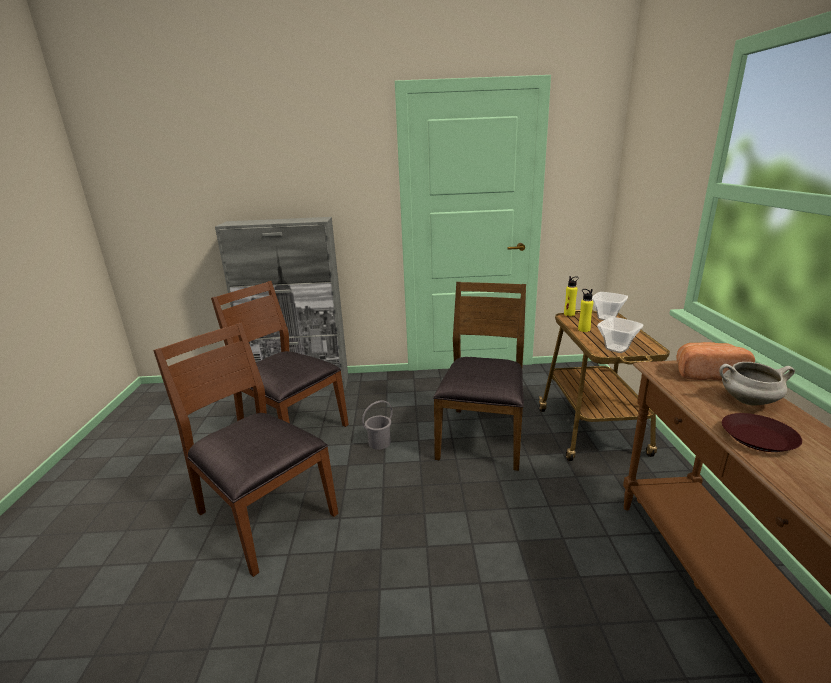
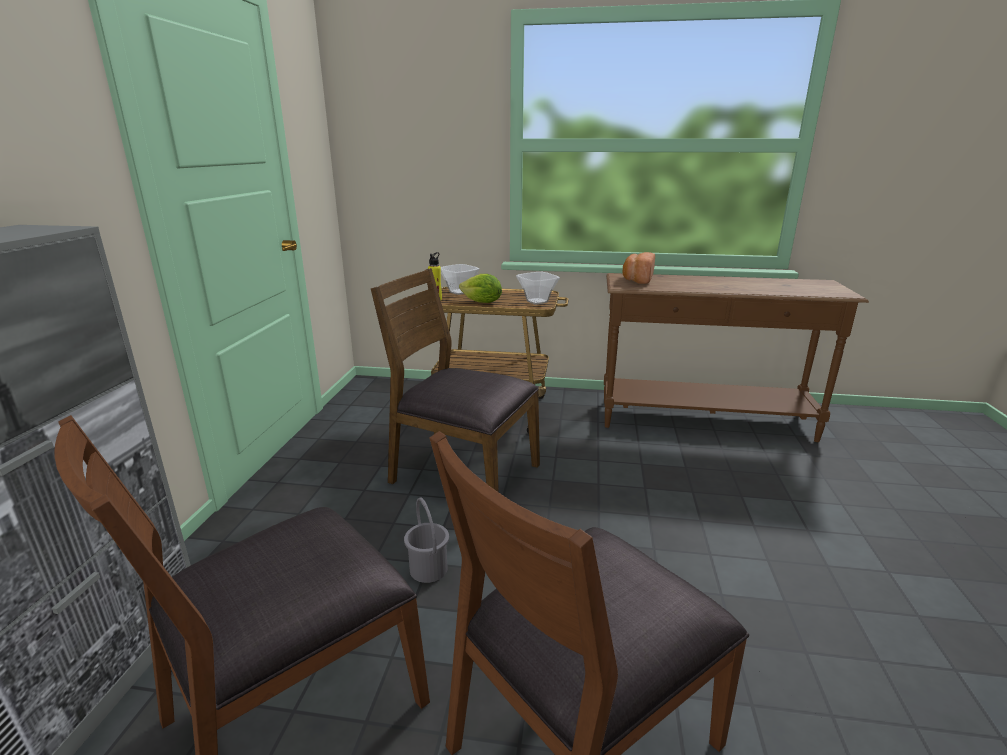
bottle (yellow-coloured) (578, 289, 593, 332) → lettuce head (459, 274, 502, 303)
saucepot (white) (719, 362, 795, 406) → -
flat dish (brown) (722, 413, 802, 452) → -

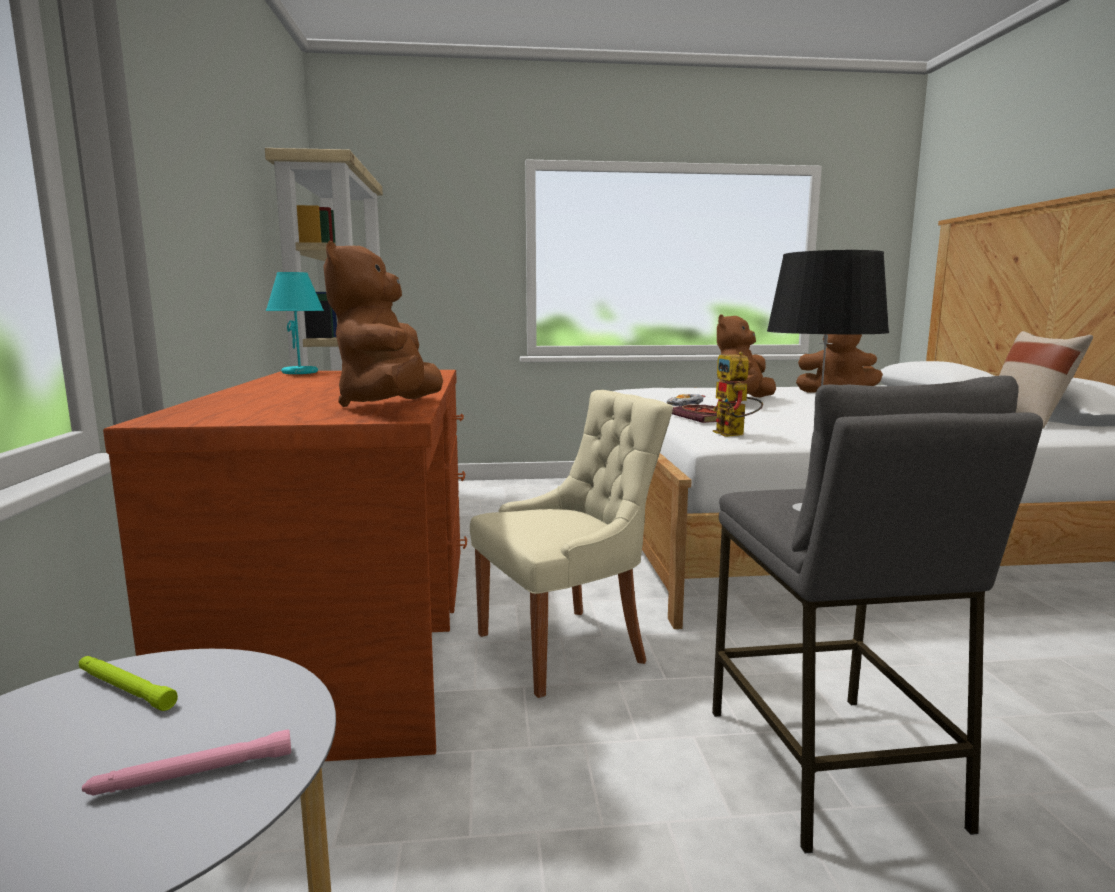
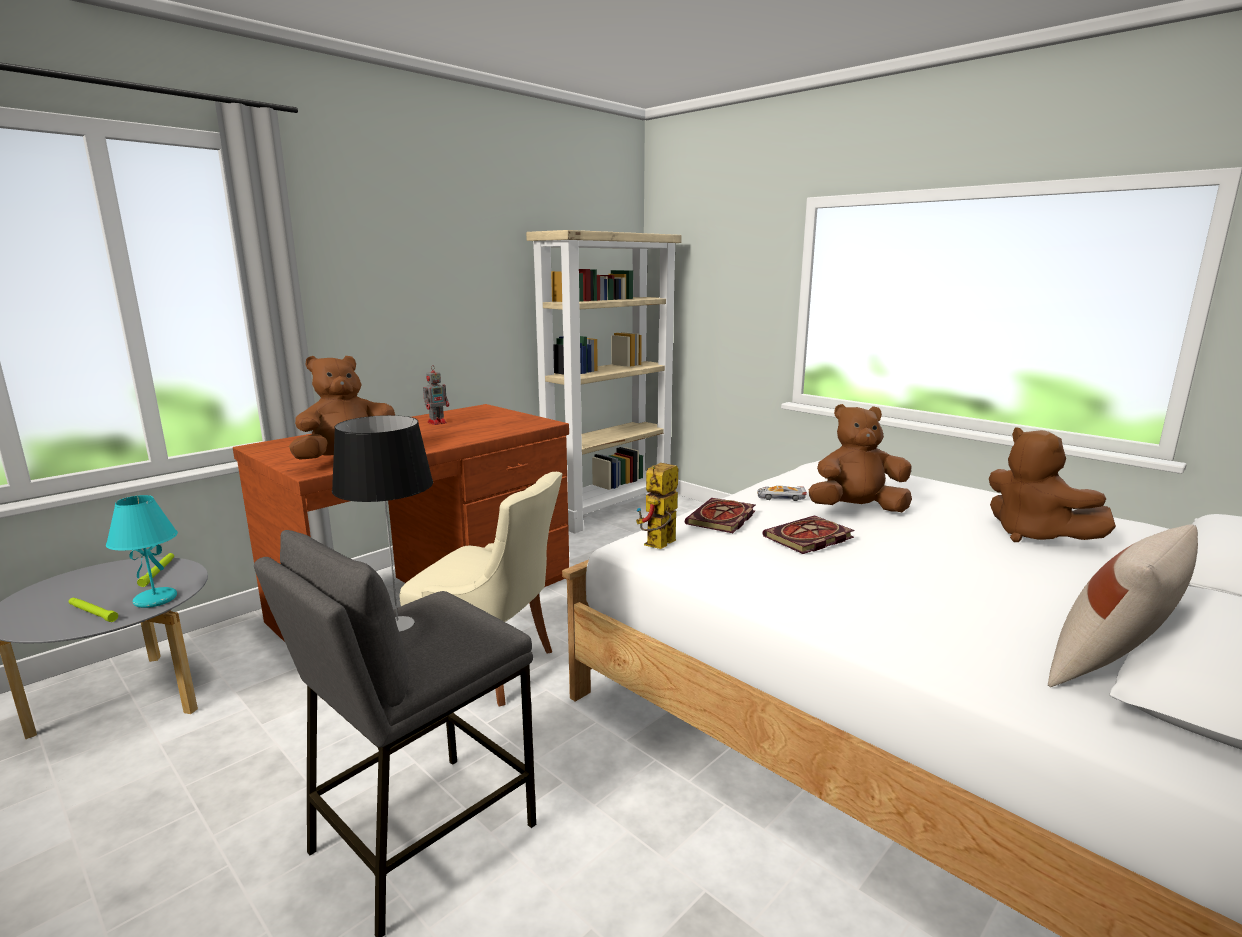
hand torch (pinkish) (82, 729, 291, 795) → hand torch (greenish) (69, 598, 118, 622)
tabletop lamp (blue-green) (266, 272, 324, 374) → tabletop lamp (blue-green) (106, 495, 178, 608), shifted
- → toy robot (423, 365, 449, 425)
- → bound book (763, 515, 855, 554)

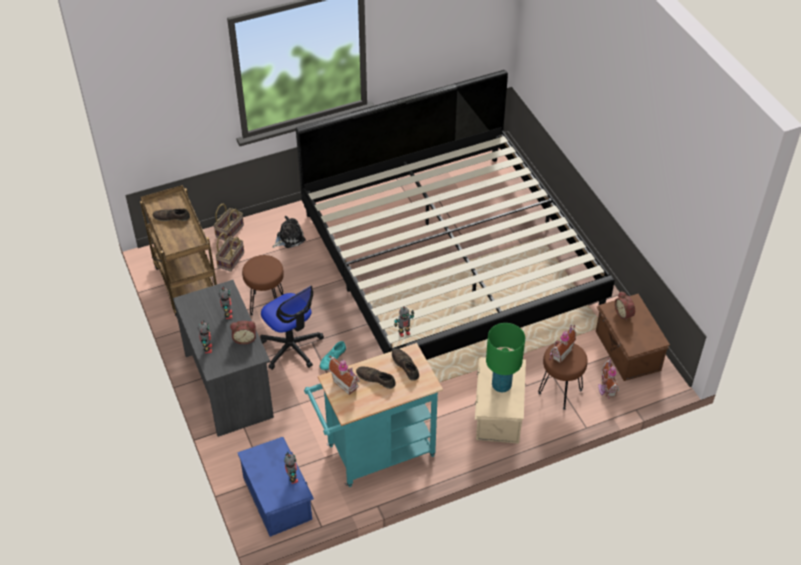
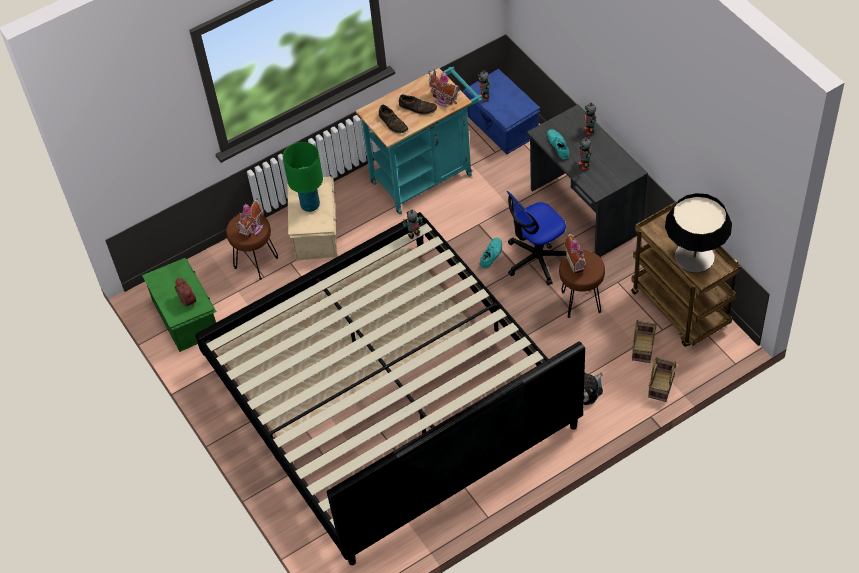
low shoe (brown) (153, 209, 190, 221) → tabletop lamp (665, 193, 732, 273)
table clock (230, 321, 256, 344) → low shoe (blue-green) (547, 129, 569, 159)
office chair (260, 286, 324, 370) → office chair (507, 191, 566, 285), 75 degrees counterclockwise
storage container (brown) (596, 294, 670, 381) → storage container (greenish) (142, 258, 216, 352)
toy house (598, 358, 619, 399) → toy house (564, 232, 586, 274), shifted

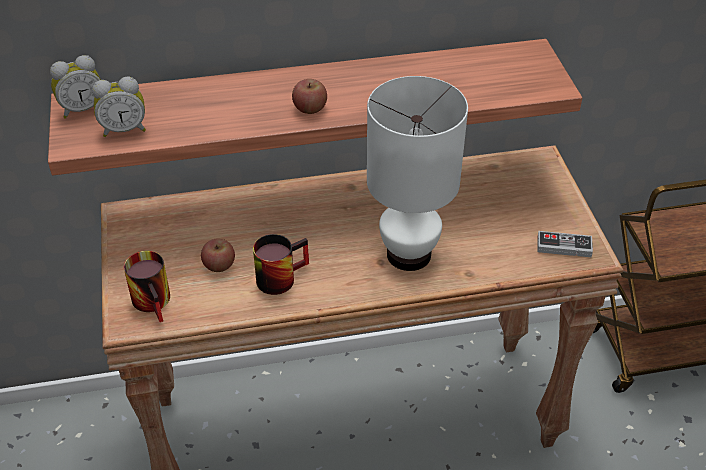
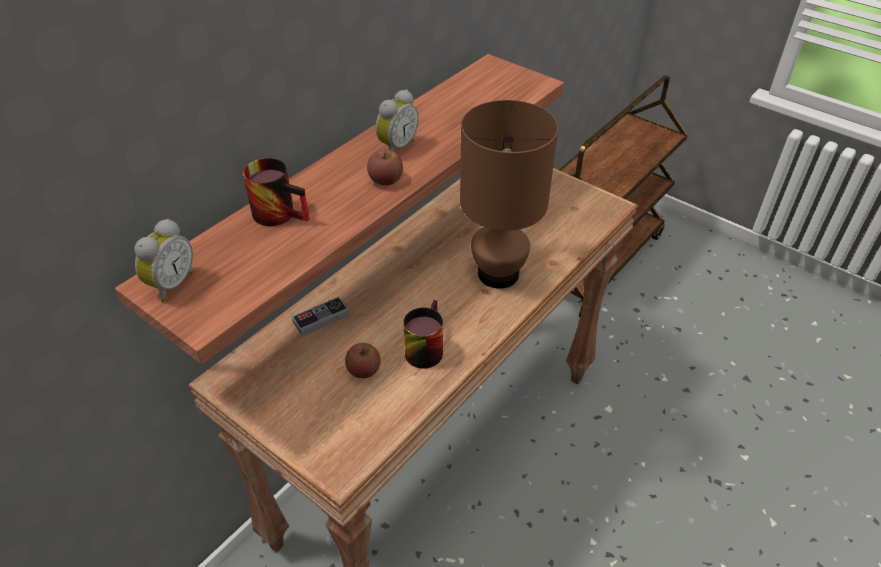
table clock (92, 77, 146, 137) → table clock (376, 89, 419, 151), shifted
tea mug (124, 251, 170, 322) → tea mug (243, 158, 310, 226), shifted
tabletop lamp (white) (367, 76, 468, 271) → tabletop lamp (brown) (460, 100, 558, 289)
joypad (538, 231, 593, 257) → joypad (291, 296, 350, 336), shifted

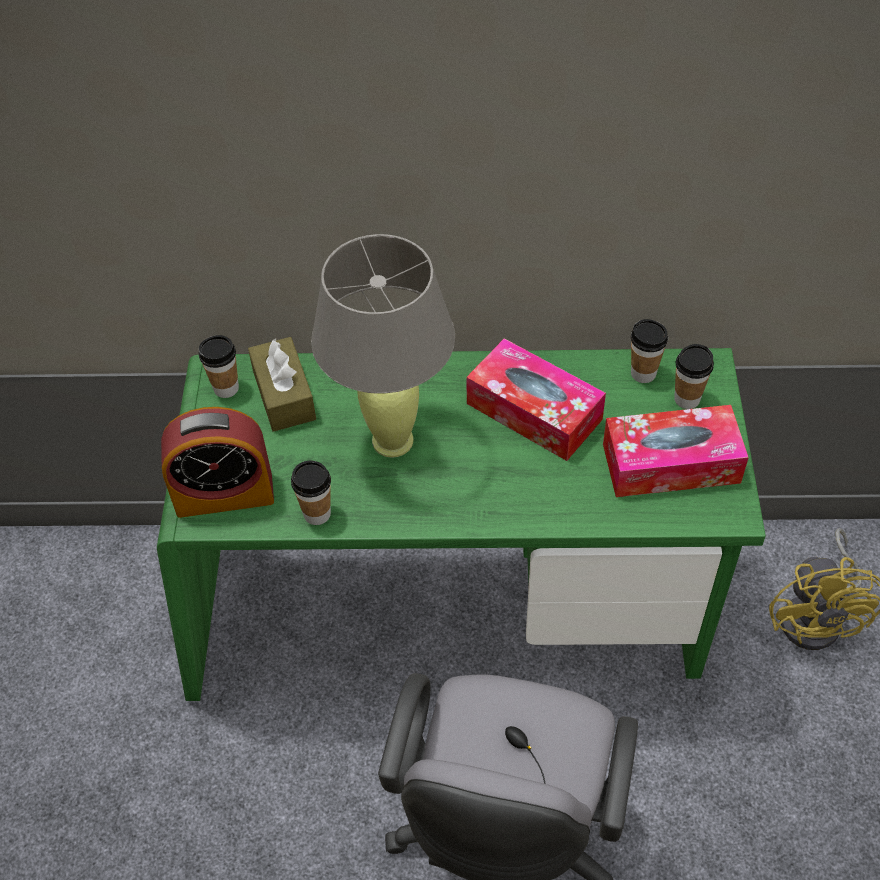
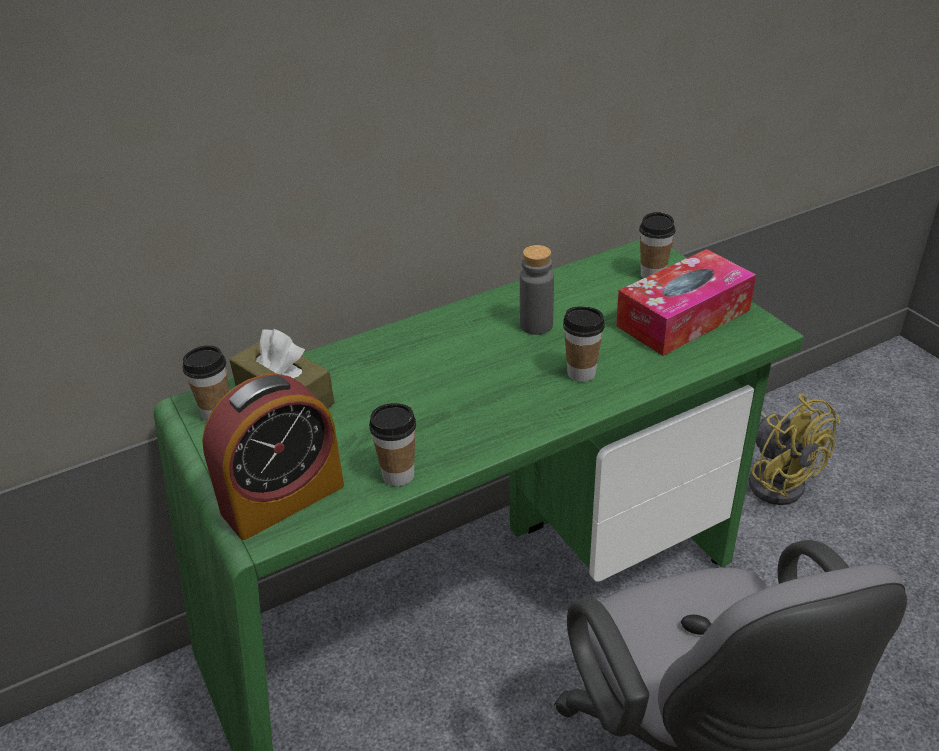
tabletop lamp (grey) (311, 234, 455, 458) → -
box of tissues (466, 338, 606, 461) → bottle (grey) (520, 245, 554, 335)
small cup (631, 319, 668, 383) → small cup (563, 306, 605, 382), shifted

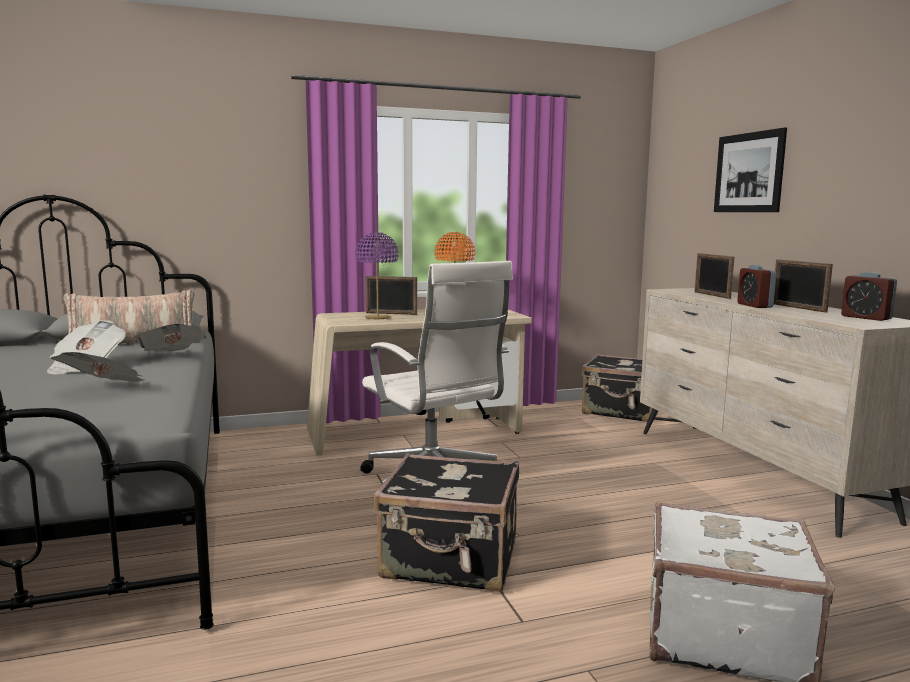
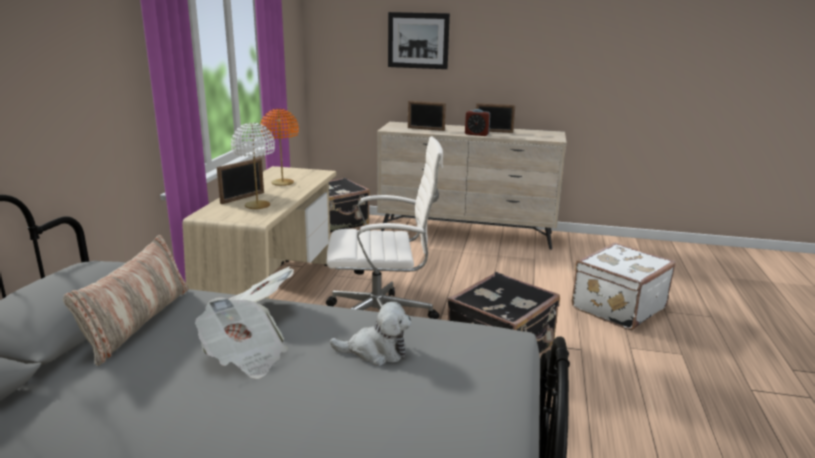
newspaper (51, 352, 144, 381) → cuddly toy (330, 302, 412, 366)
tabletop lamp (purple) (355, 232, 399, 319) → tabletop lamp (white) (231, 122, 275, 209)
table clock (841, 272, 897, 321) → -

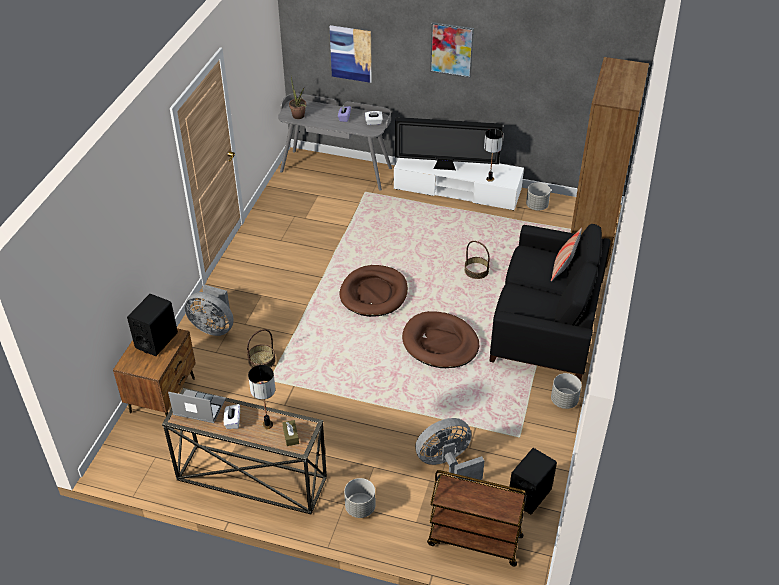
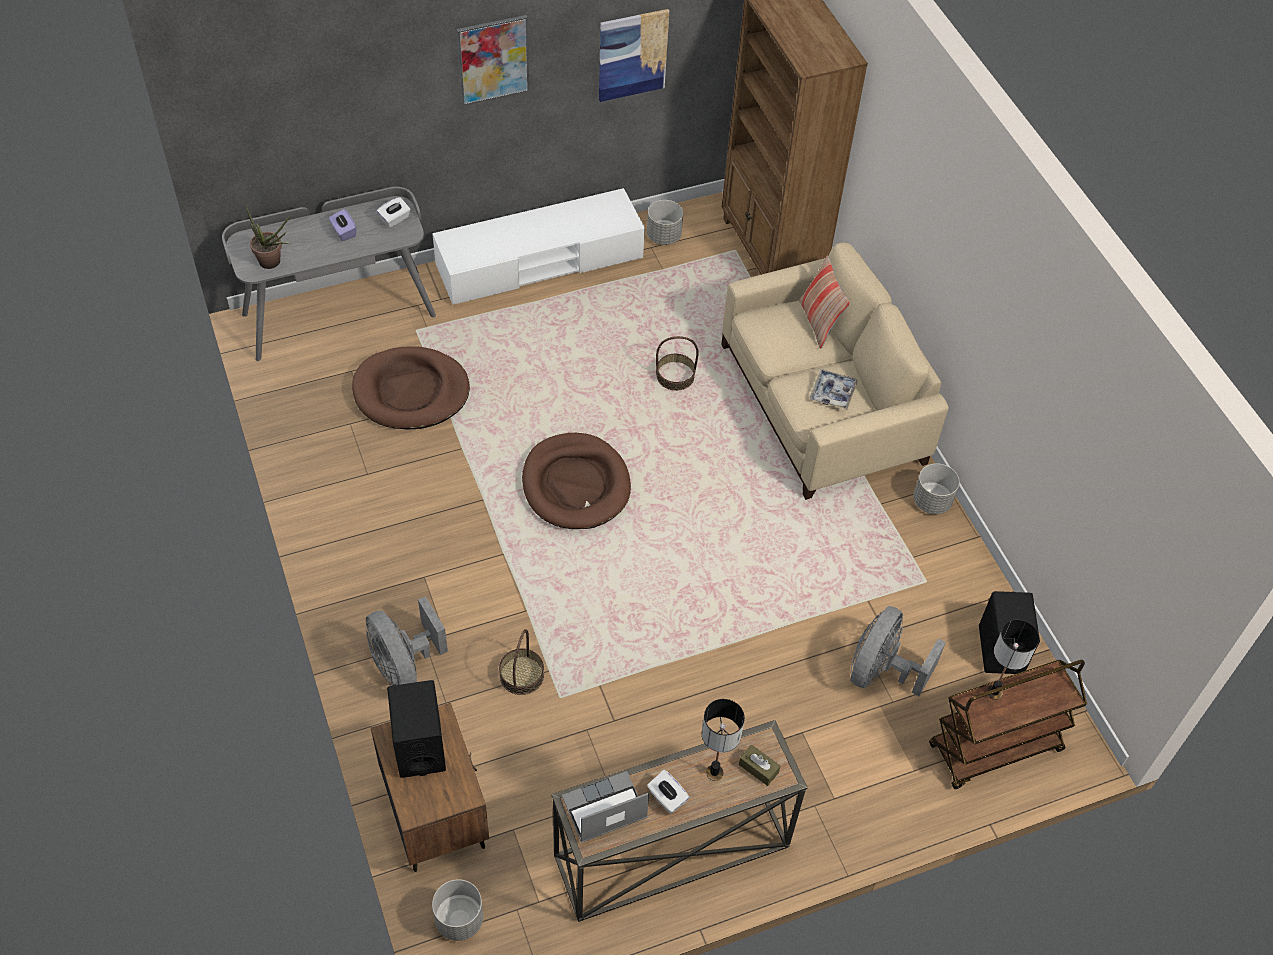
fan (grey) (184, 285, 234, 336) → fan (grey) (366, 596, 448, 685), 75 degrees clockwise
picture (330, 25, 372, 83) → picture (599, 9, 669, 102), shifted
flower pot (grey) (344, 478, 375, 518) → flower pot (grey) (432, 879, 483, 941), shifted
TV set (395, 117, 503, 170) → -
dog bed (brown) (402, 311, 479, 368) → dog bed (brown) (352, 346, 470, 430), shifted
tabletop lamp (484, 129, 503, 182) → tabletop lamp (986, 619, 1039, 700), shifted
sofa (black) (489, 224, 611, 381) → sofa (beige) (721, 242, 948, 500)
- → serving tray (810, 369, 858, 410)

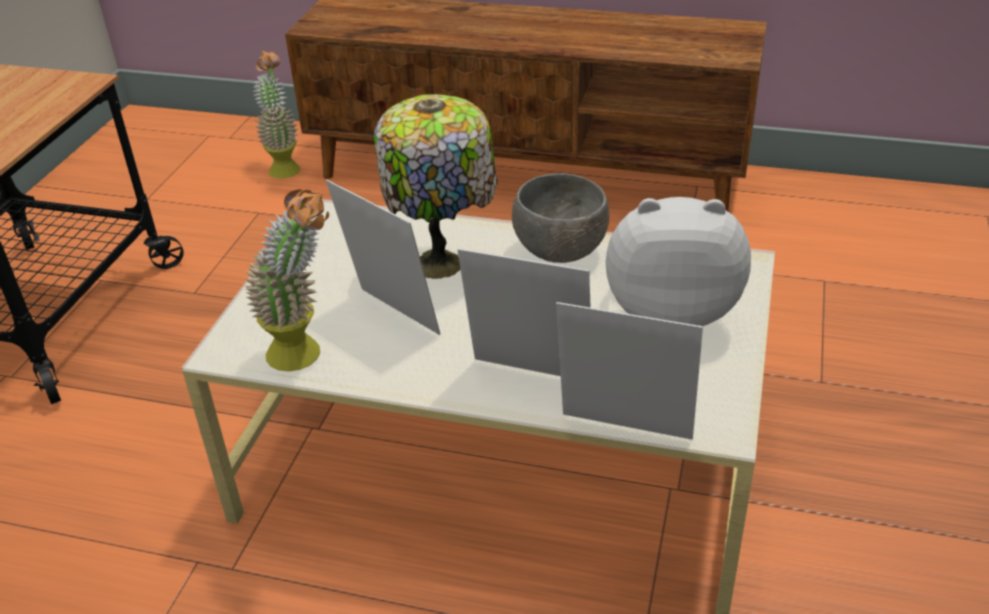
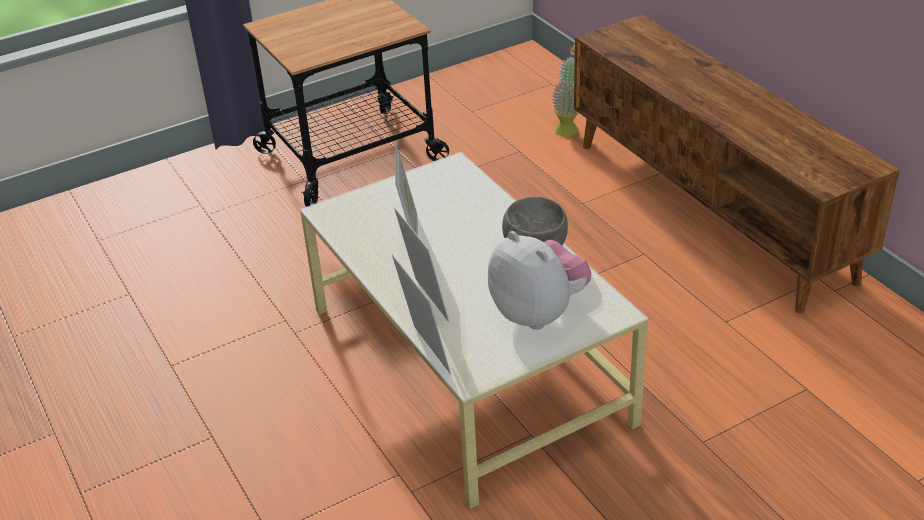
houseplant (245, 189, 329, 372) → -
tabletop lamp (374, 94, 497, 279) → -

